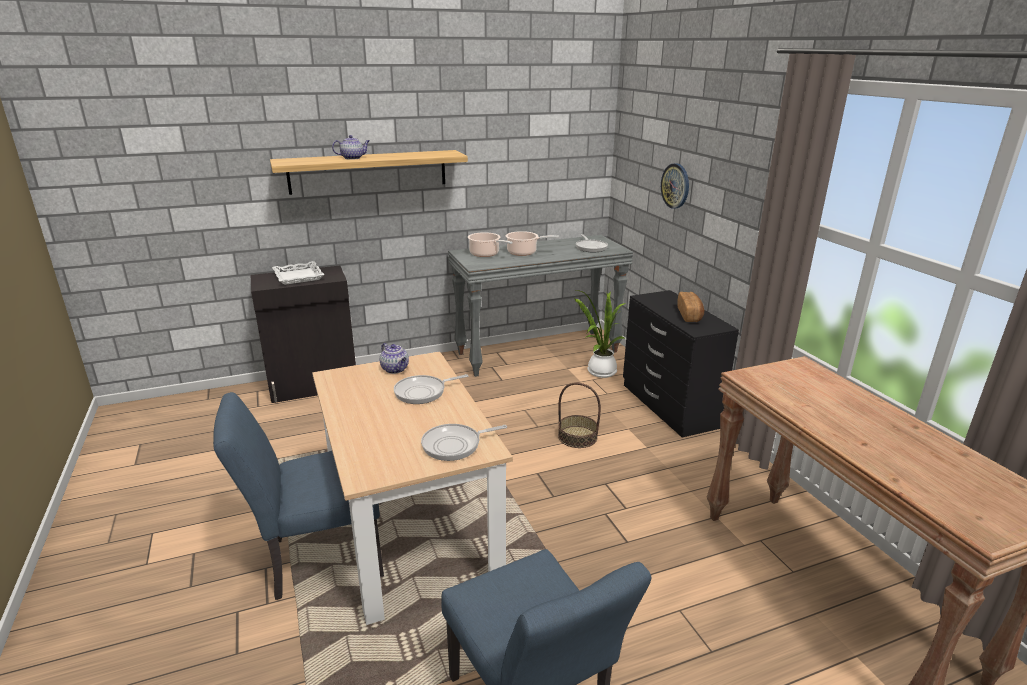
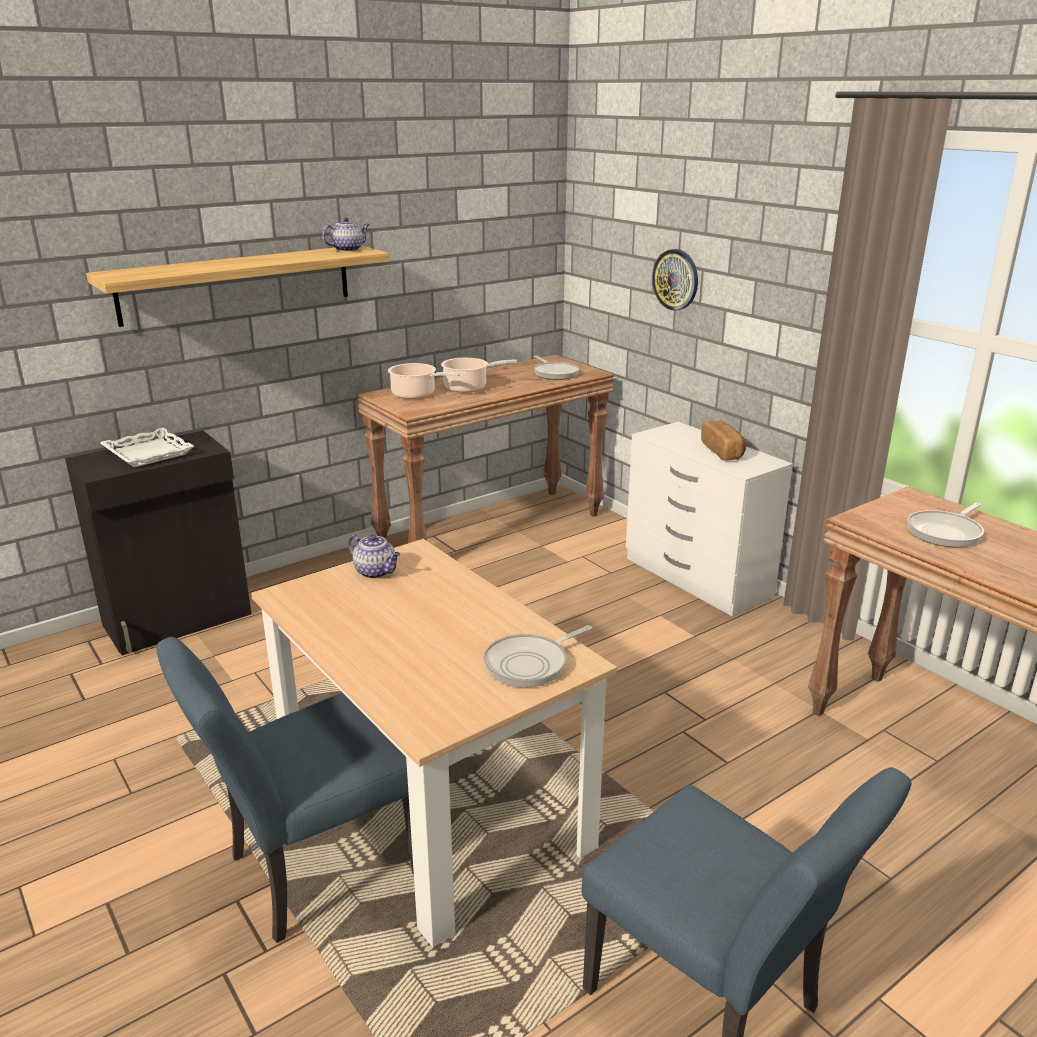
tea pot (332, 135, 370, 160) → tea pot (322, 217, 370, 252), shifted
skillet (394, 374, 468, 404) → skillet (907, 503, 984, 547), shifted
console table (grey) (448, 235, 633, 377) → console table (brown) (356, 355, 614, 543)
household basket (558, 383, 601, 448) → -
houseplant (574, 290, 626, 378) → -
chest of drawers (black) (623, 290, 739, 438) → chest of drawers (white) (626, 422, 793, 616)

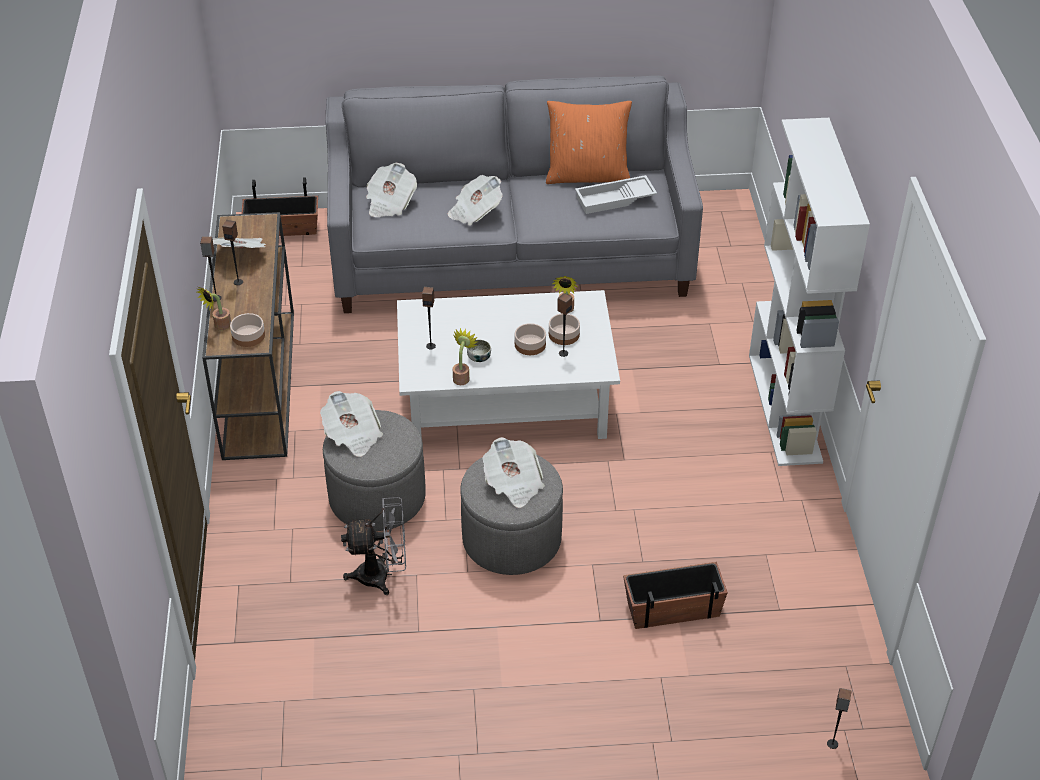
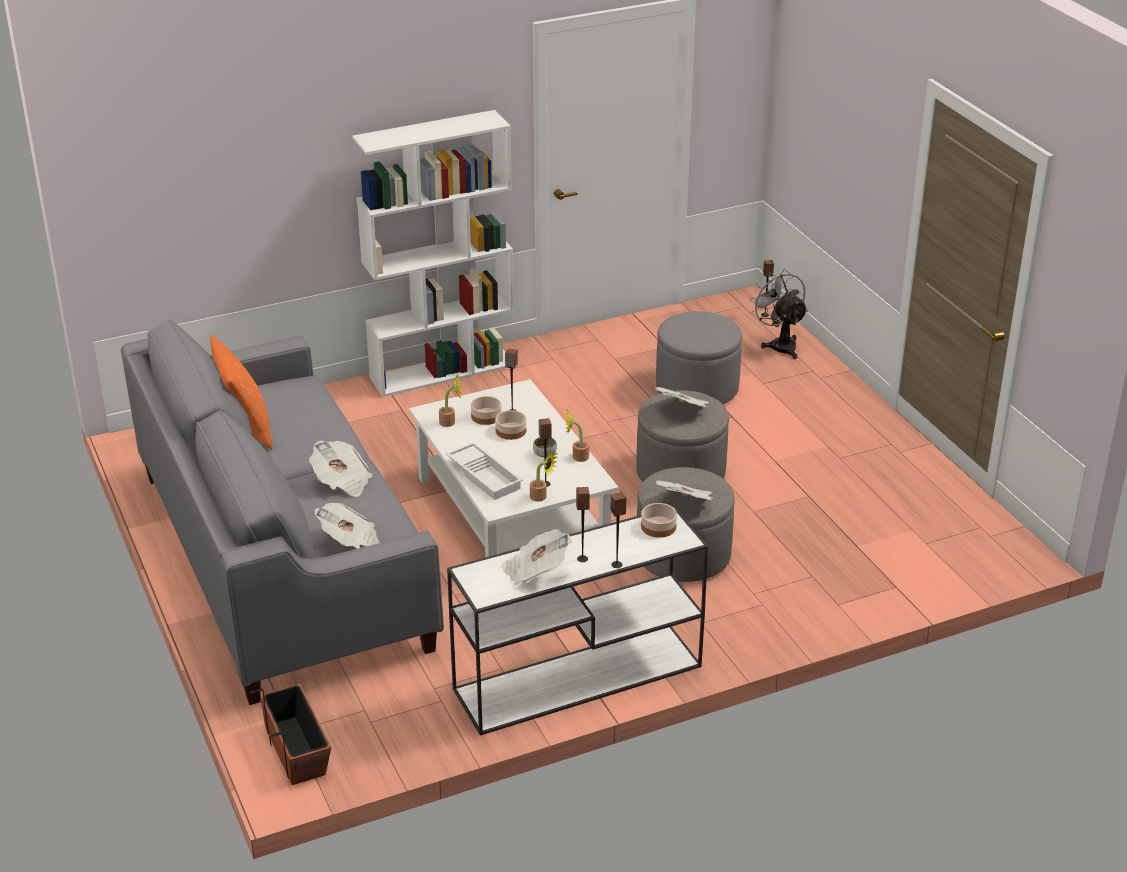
houseplant (197, 287, 231, 330) → houseplant (530, 451, 557, 502), shifted
console table (brown) (202, 212, 294, 460) → console table (white) (447, 506, 708, 736)
fan (grey) (341, 497, 406, 595) → fan (grey) (750, 269, 808, 359), shifted
serving tray (white) (575, 175, 657, 214) → serving tray (white) (446, 442, 523, 500), shifted
flower pot (623, 562, 728, 629) → pouffe (grey) (656, 311, 742, 404)

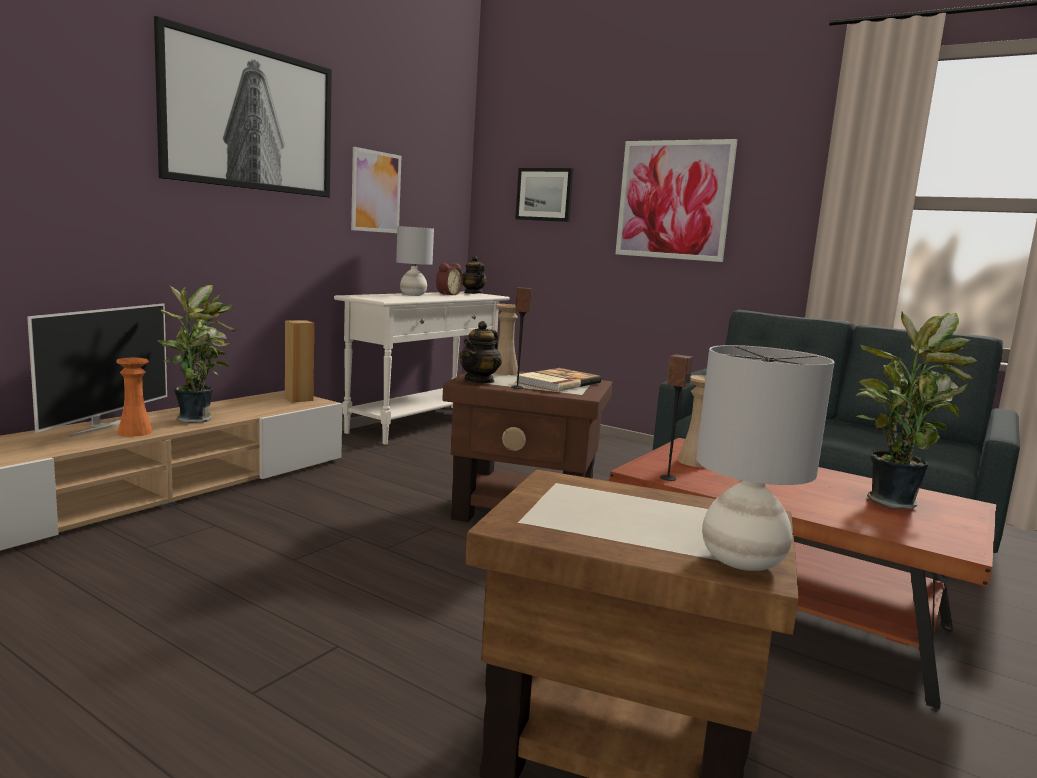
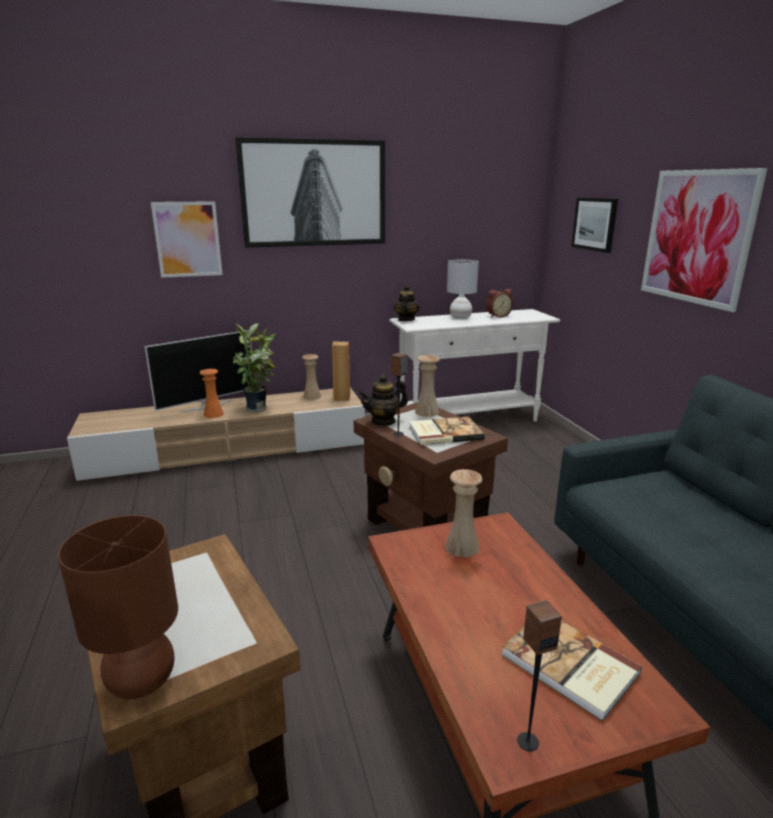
picture (351, 147, 401, 233) → picture (151, 201, 223, 278), shifted
tea pot (463, 256, 487, 294) → tea pot (394, 285, 420, 321), shifted
loudspeaker (660, 354, 693, 481) → loudspeaker (517, 600, 562, 752), shifted
tabletop lamp (grey) (696, 345, 835, 571) → tabletop lamp (brown) (58, 515, 178, 699)
houseplant (856, 312, 977, 509) → bound book (501, 621, 642, 722)
- → decorative vase (beige) (302, 354, 321, 400)

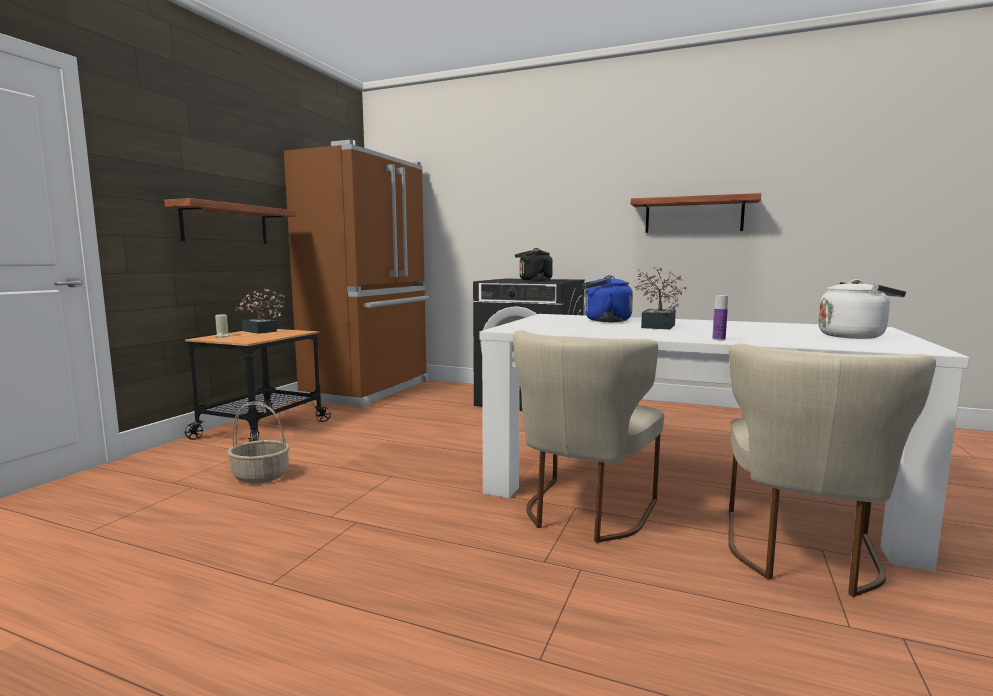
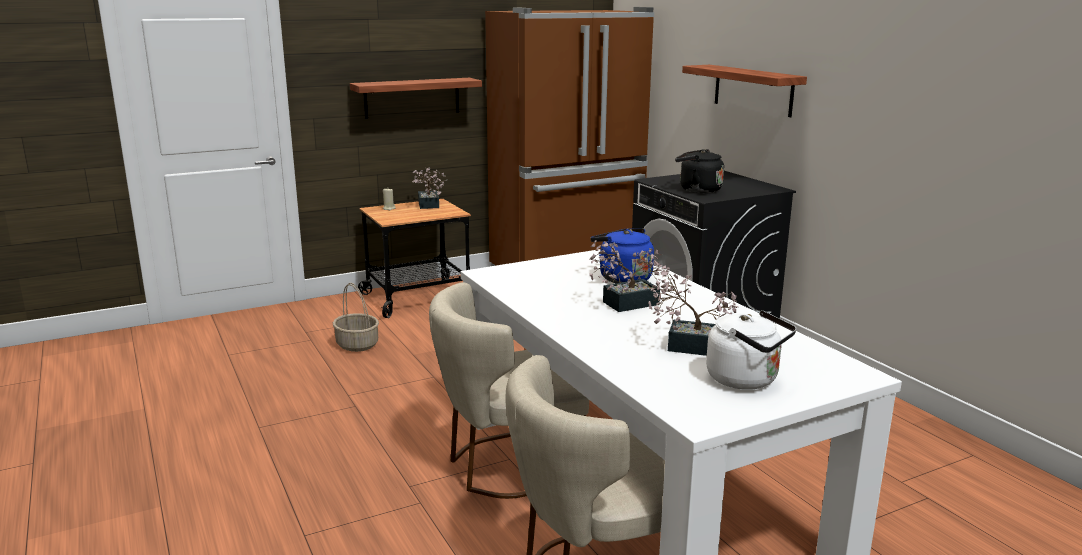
bracket shelf (631, 193, 761, 233) → bracket shelf (682, 65, 807, 117), shifted
bottle (712, 295, 728, 340) → -
- → houseplant (648, 267, 738, 356)

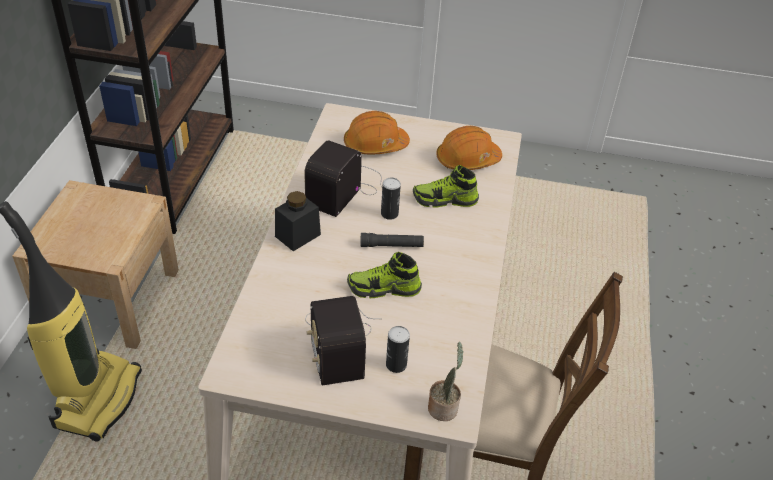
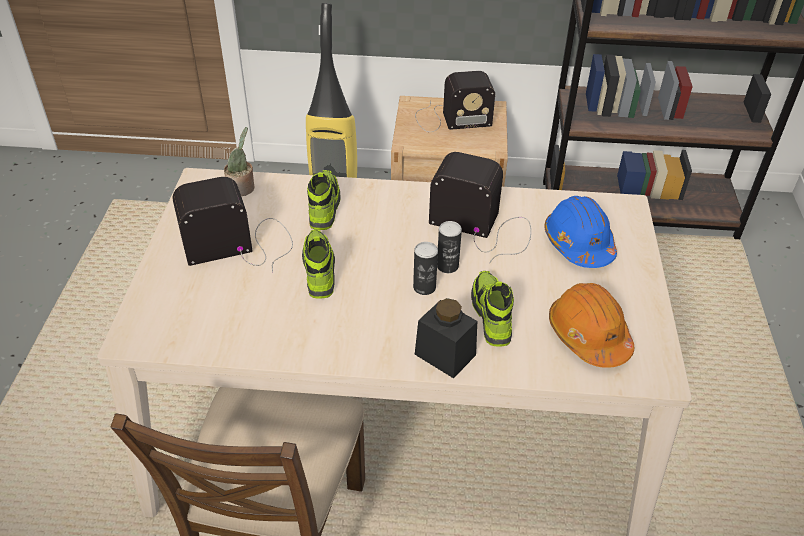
preserve jar (black) (275, 191, 321, 251) → preserve jar (black) (415, 298, 477, 378), shifted
safety helmet (orangey) (344, 111, 410, 154) → safety helmet (blue-coloured) (544, 196, 617, 268)
hand torch (black) (360, 233, 424, 247) → -
can (386, 326, 410, 373) → can (413, 242, 438, 295), shifted
houseplant (428, 342, 464, 421) → houseplant (224, 127, 254, 196), shifted
- → low shoe (307, 170, 341, 230)
- → radio set (415, 71, 495, 132)

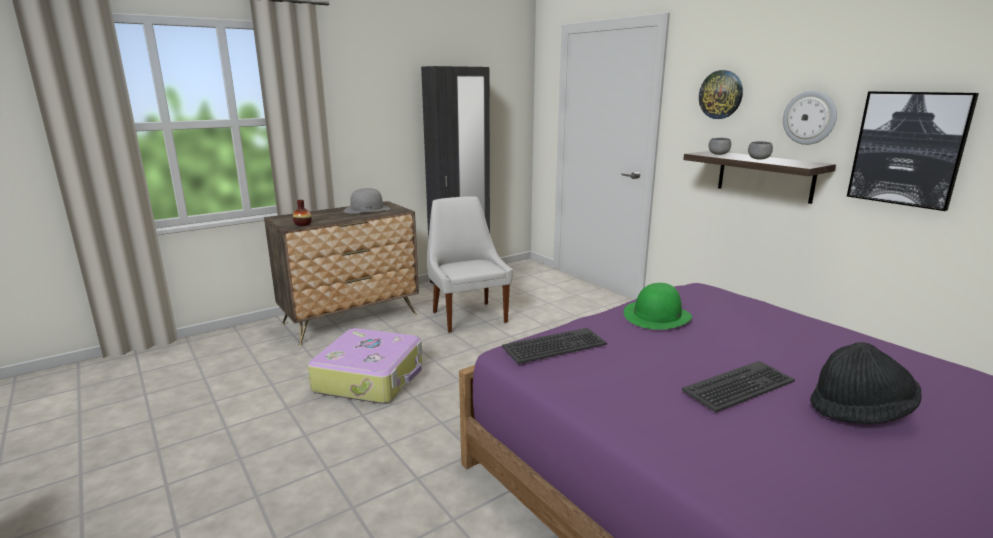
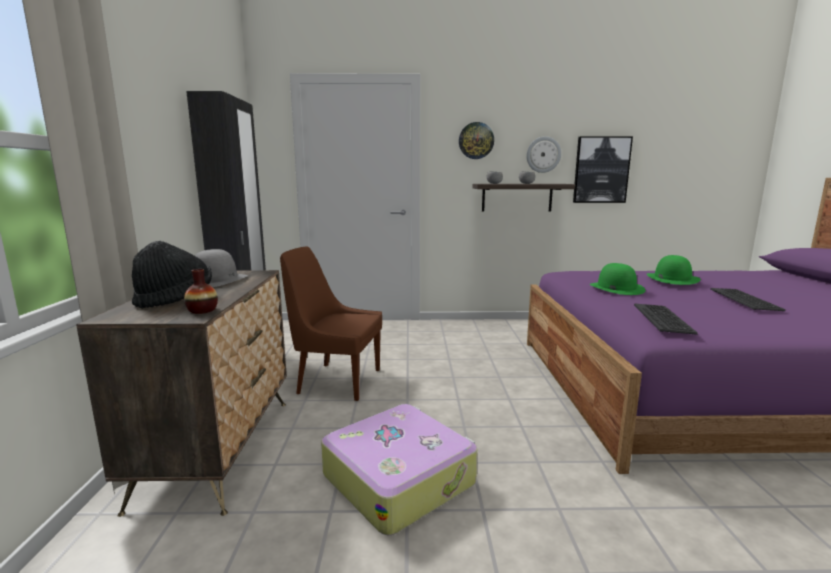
chair (white) (427, 196, 513, 333) → chair (brown) (280, 246, 382, 401)
hat (black) (810, 342, 922, 424) → hat (black) (132, 241, 212, 309), shifted
- → hat (greenish) (647, 255, 701, 285)

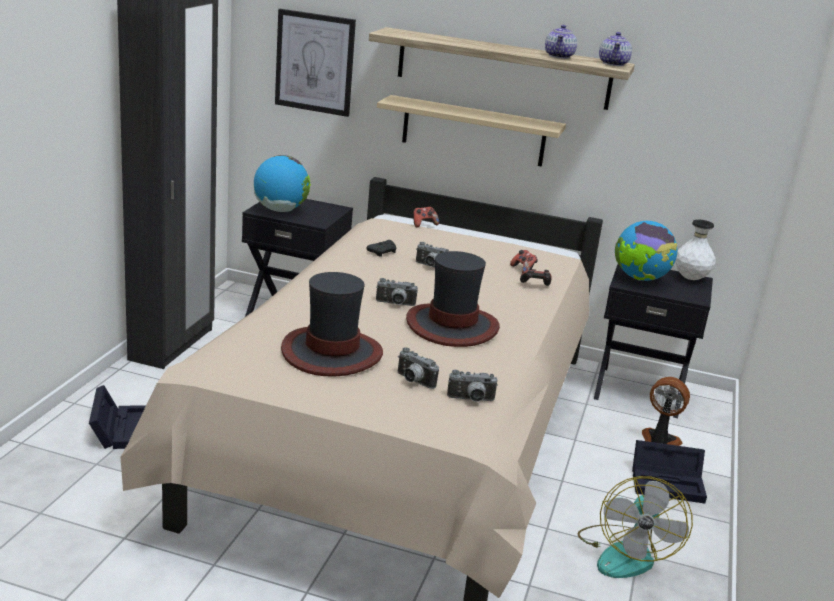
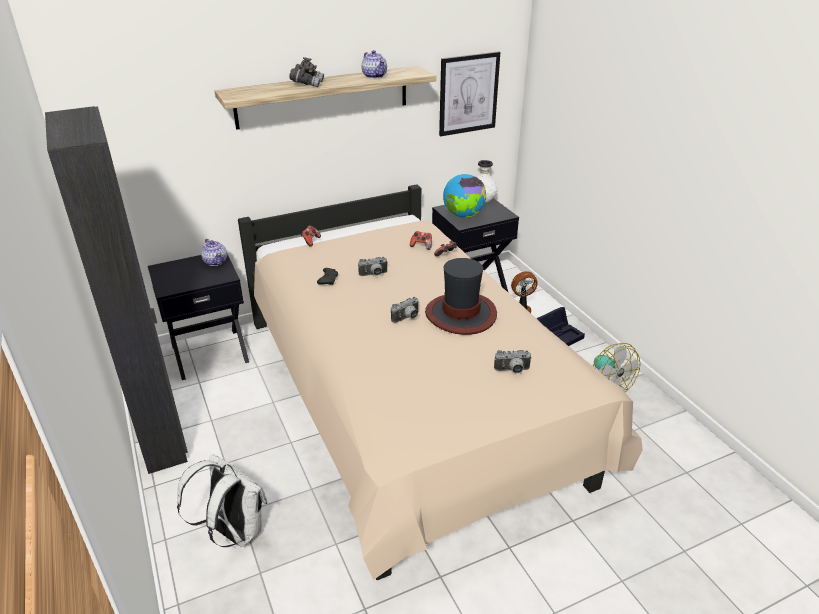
storage container (black) (89, 385, 146, 449) → knapsack (white) (177, 454, 267, 547)
globe (254, 155, 311, 212) → -
picture (275, 9, 356, 117) → picture (439, 51, 500, 136), shifted
hat (281, 272, 383, 377) → -
bracket shelf (beige) (377, 95, 566, 167) → -
photo camera (447, 370, 498, 402) → -
tea pot (599, 32, 632, 66) → tea pot (201, 239, 227, 266), shifted
- → pair of binoculars (grey) (289, 57, 324, 87)

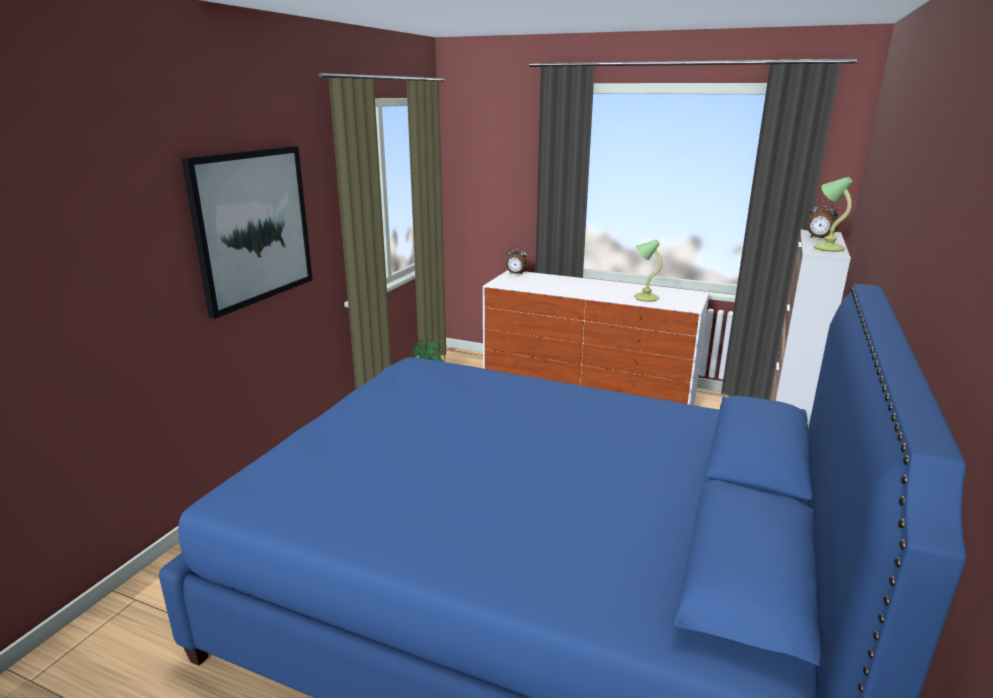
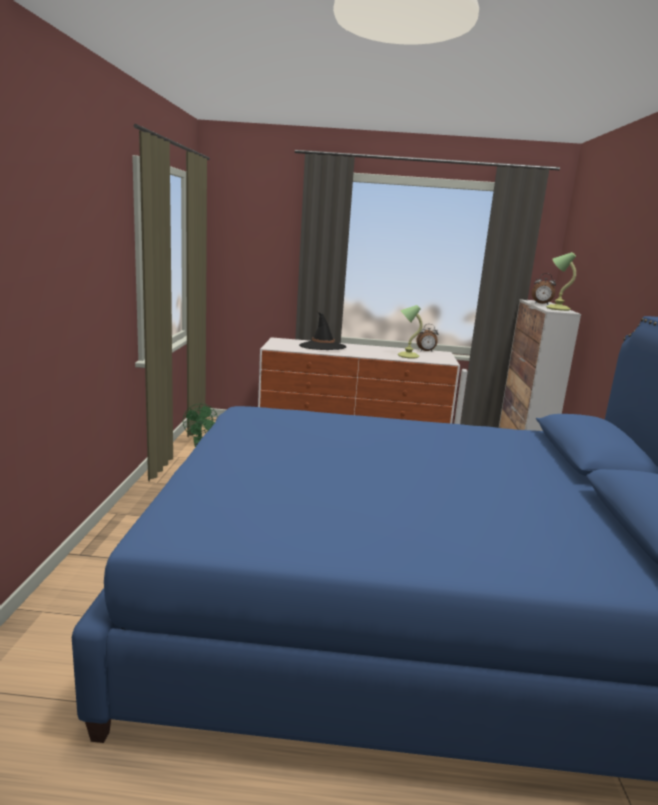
picture (181, 146, 313, 319) → -
table clock (506, 245, 529, 275) → table clock (416, 324, 438, 352), shifted
- → hat (black) (299, 311, 347, 350)

